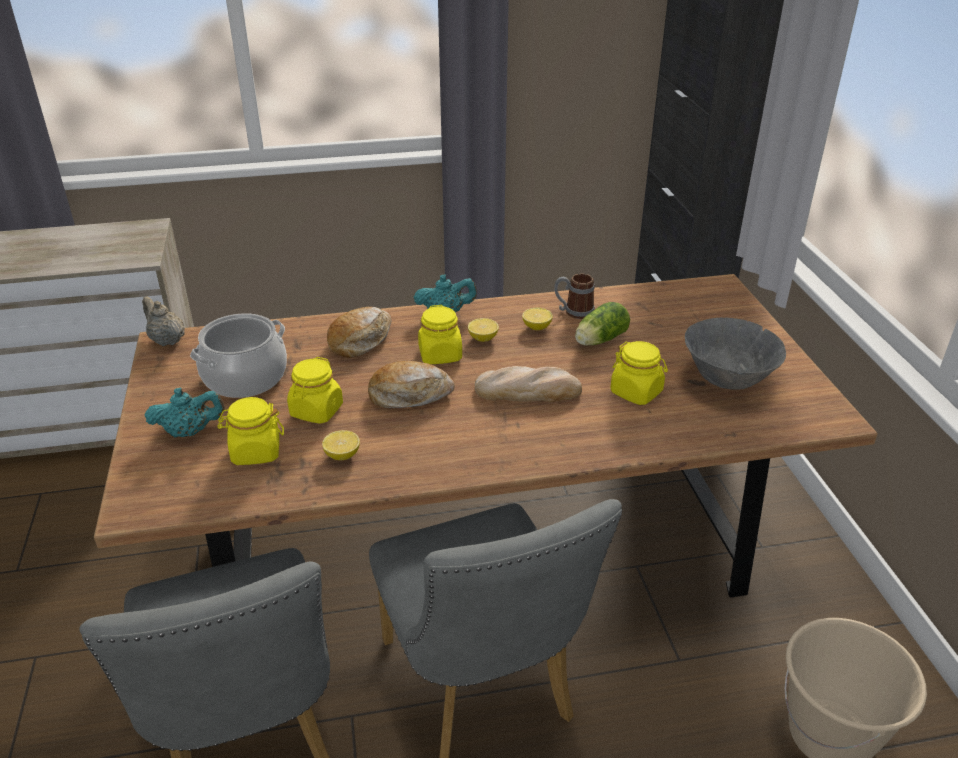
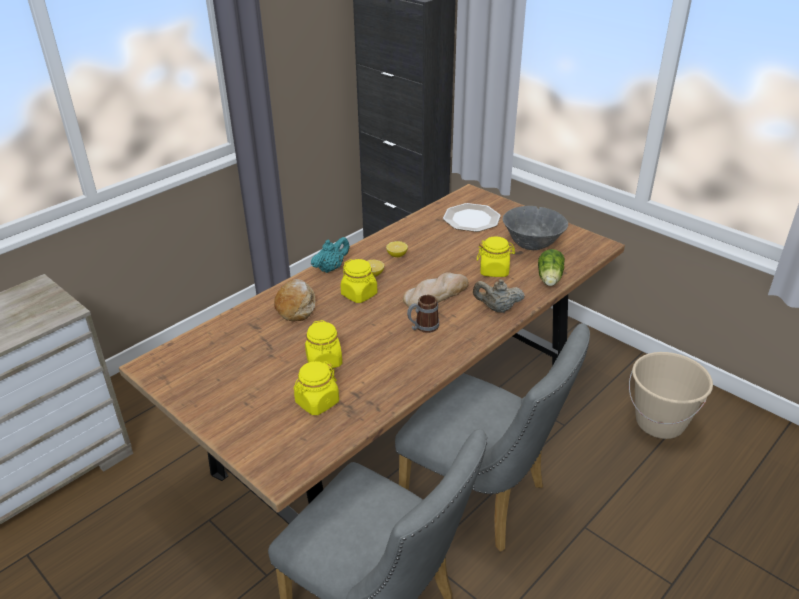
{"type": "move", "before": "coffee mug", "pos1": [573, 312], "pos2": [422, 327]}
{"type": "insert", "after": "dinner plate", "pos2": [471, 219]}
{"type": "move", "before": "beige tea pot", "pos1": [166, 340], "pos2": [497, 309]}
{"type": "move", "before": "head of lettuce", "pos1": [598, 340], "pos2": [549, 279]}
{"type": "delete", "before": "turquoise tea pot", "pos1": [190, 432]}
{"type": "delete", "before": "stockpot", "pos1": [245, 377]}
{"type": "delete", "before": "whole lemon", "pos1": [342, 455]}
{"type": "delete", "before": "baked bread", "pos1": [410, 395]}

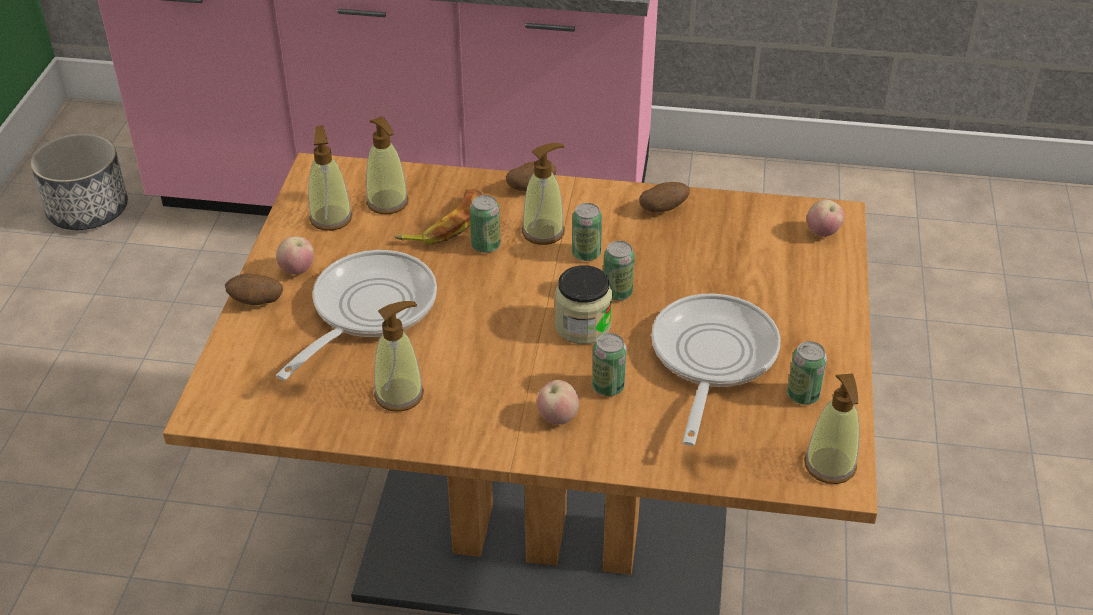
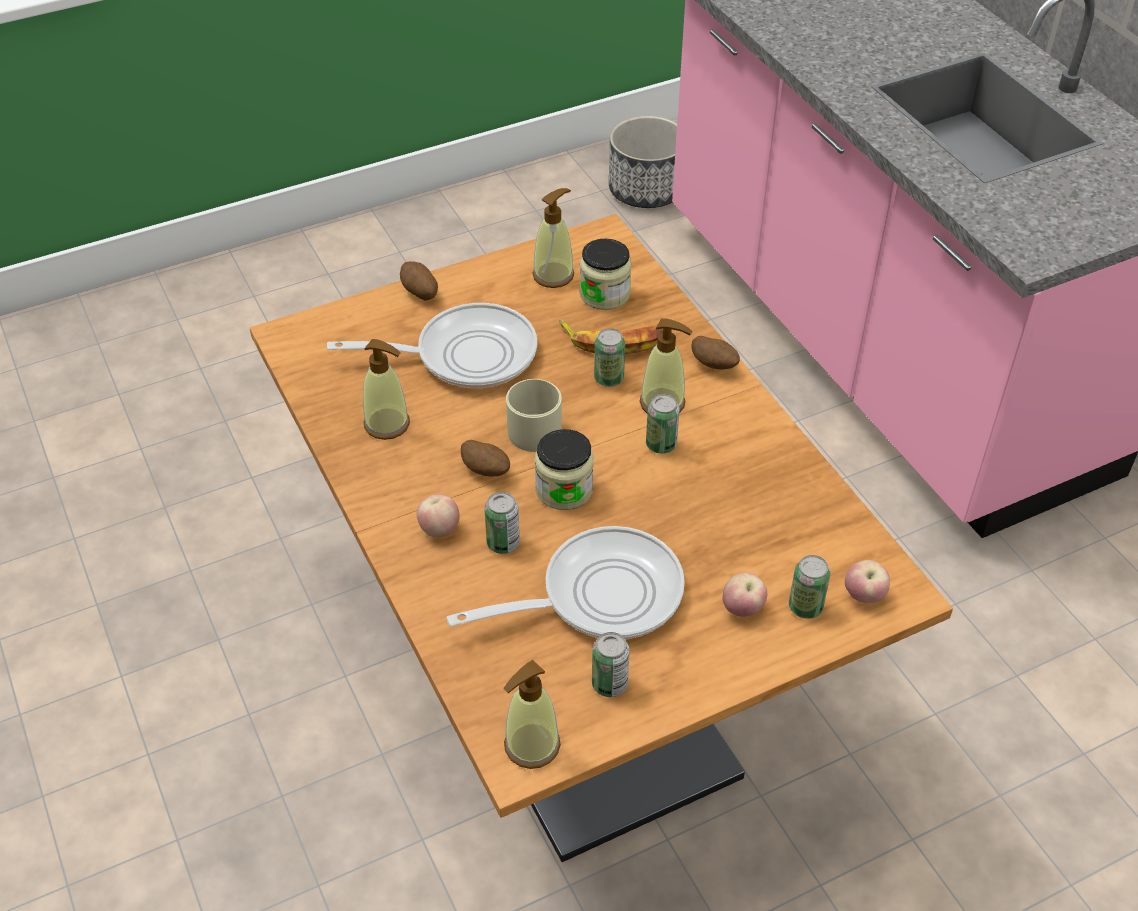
{"type": "move", "before": "potato", "pos1": [663, 209], "pos2": [486, 471]}
{"type": "insert", "after": "beige coffee mug", "pos2": [533, 427]}
{"type": "replace", "before": "liquid soap bottle", "after": "jar", "pos1": [387, 202], "pos2": [604, 294]}
{"type": "move", "before": "apple fruit", "pos1": [297, 270], "pos2": [742, 609]}
{"type": "move", "before": "can", "pos1": [617, 293], "pos2": [805, 607]}

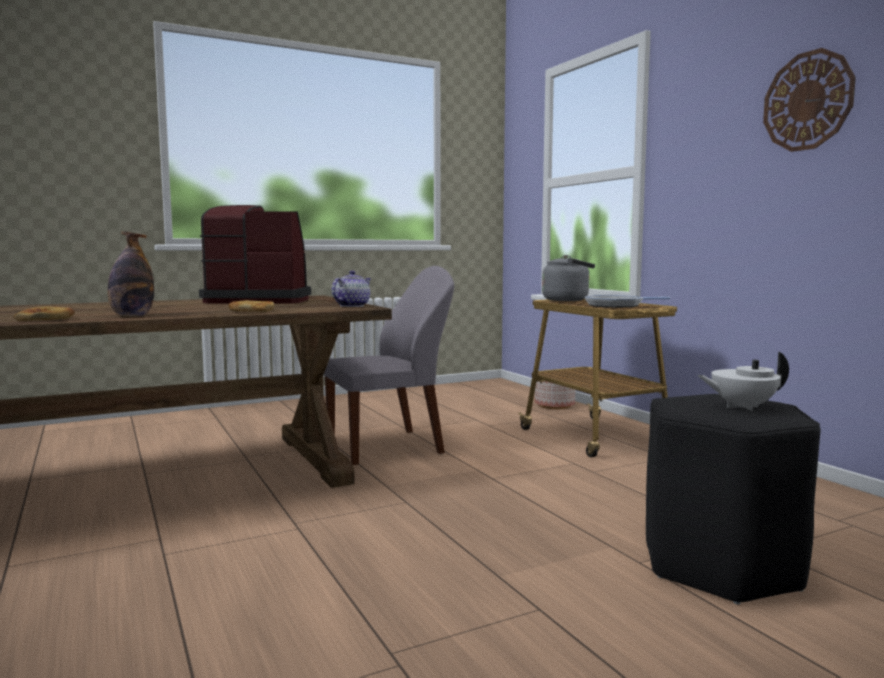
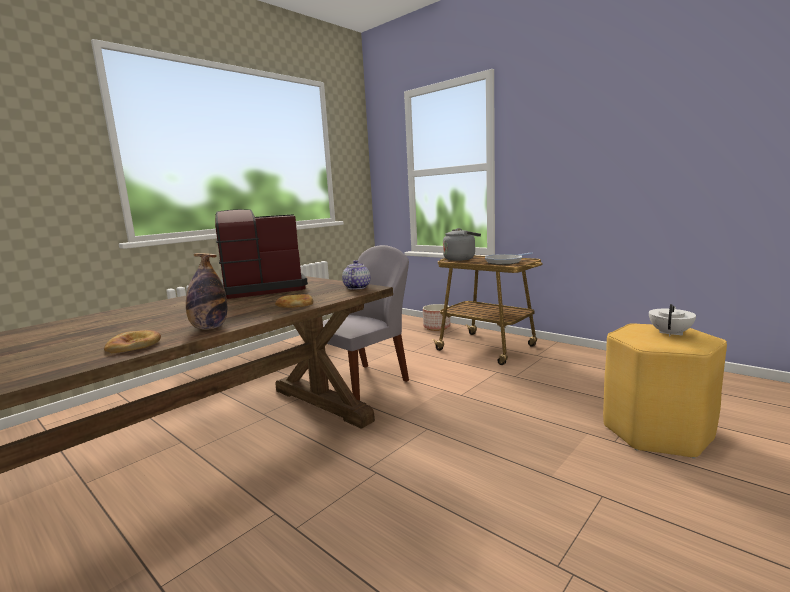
{"type": "recolor", "before": "blackish stool seat", "after": "yellow stool seat", "pos1": [719, 565], "pos2": [655, 432]}
{"type": "rotate", "before": "whitish tea pot", "pos1": [742, 407], "pos2": [670, 333], "turn": 150}
{"type": "delete", "before": "wall clock", "pos1": [807, 101]}

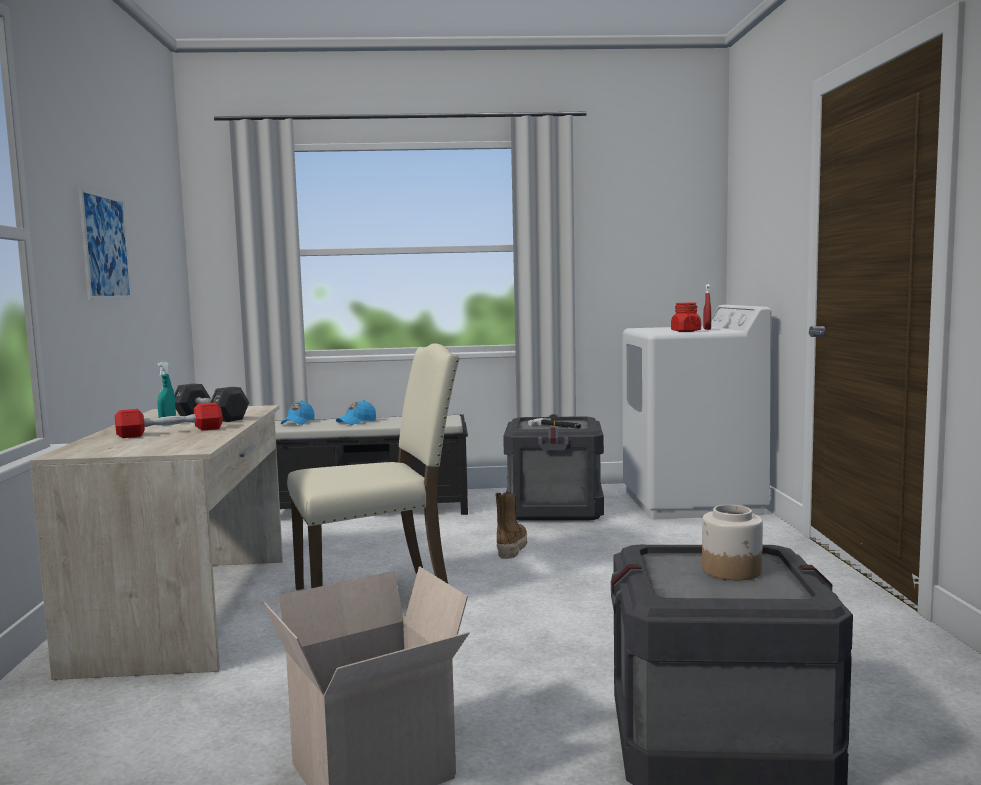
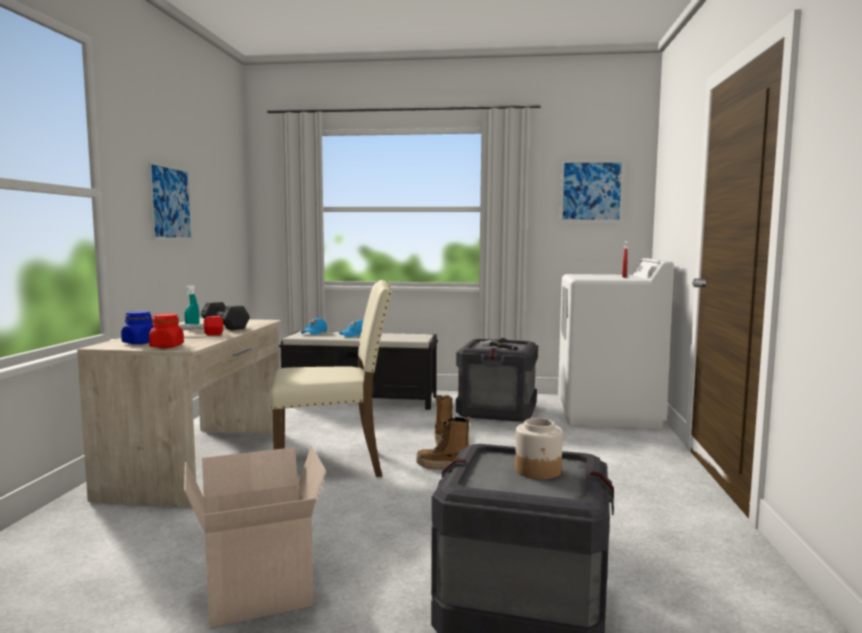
{"type": "insert", "after": "blue jar", "pos2": [140, 343]}
{"type": "move", "before": "red-coloured jar", "pos1": [685, 331], "pos2": [167, 346]}
{"type": "insert", "after": "tall boot", "pos2": [443, 467]}
{"type": "insert", "after": "wall picture", "pos2": [591, 191]}

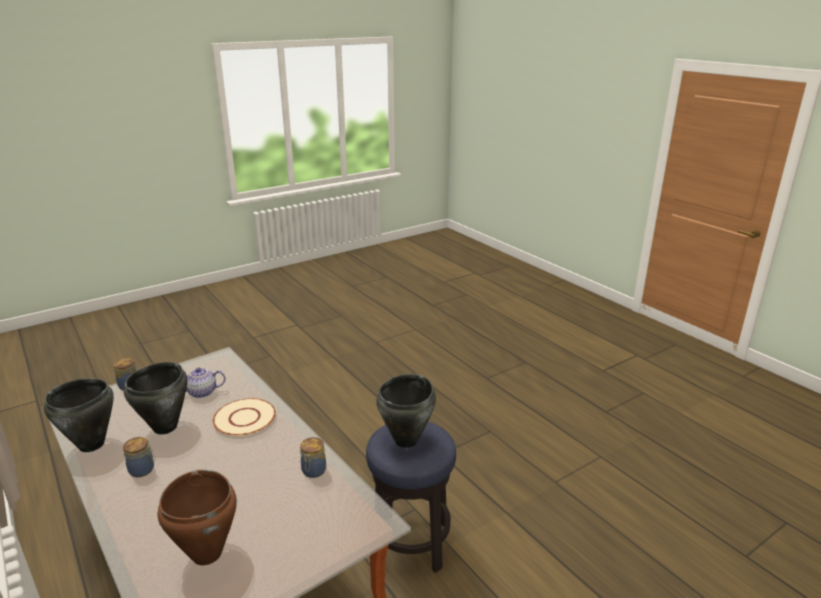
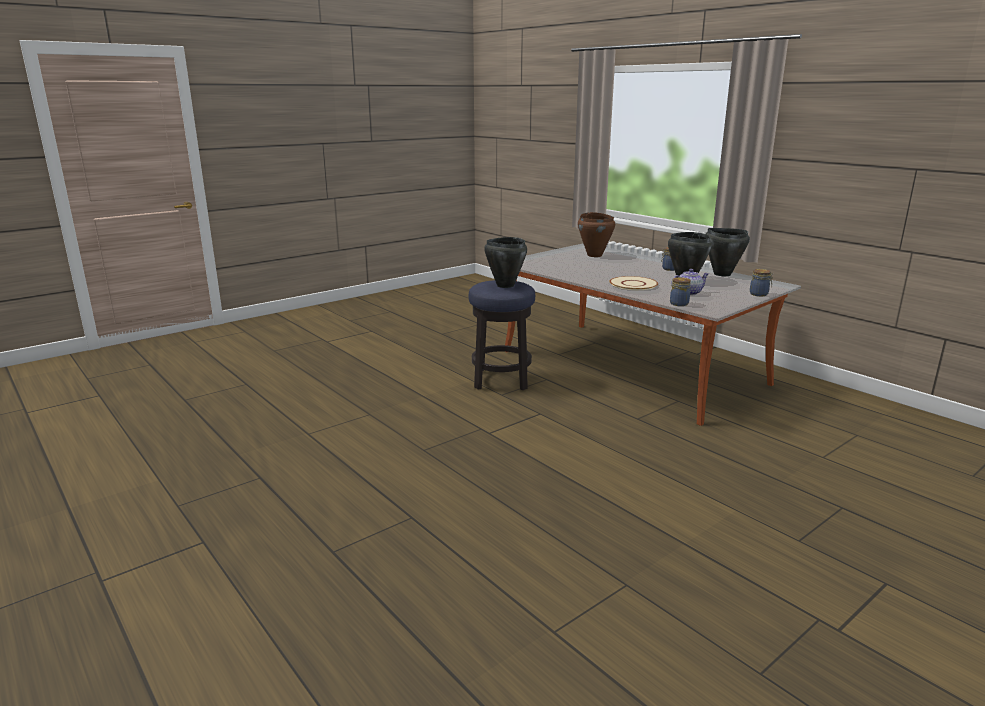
{"type": "move", "before": "jar", "pos1": [313, 471], "pos2": [679, 303]}

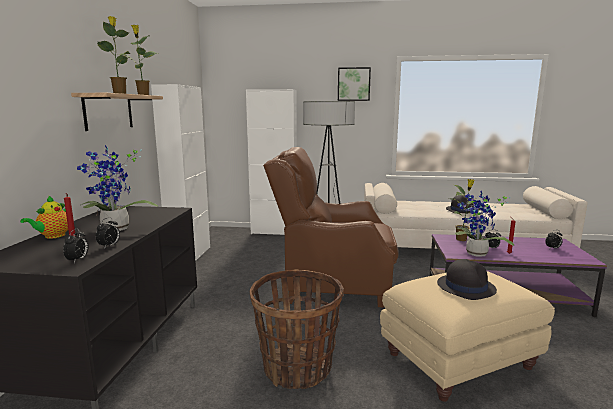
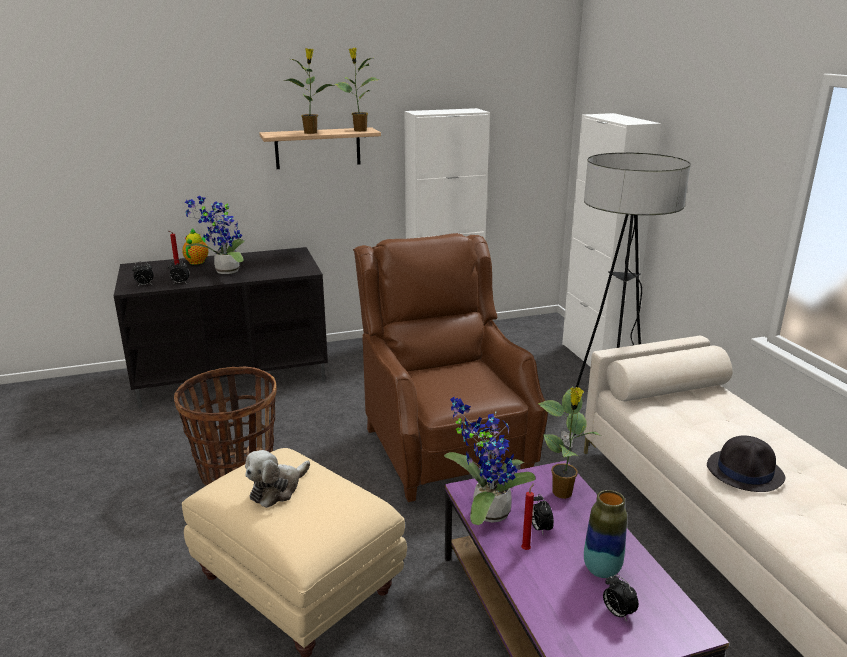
{"type": "rotate", "before": "tea pot", "pos1": [53, 236], "pos2": [198, 261], "turn": 105}
{"type": "replace", "before": "blackish hat", "after": "cuddly toy", "pos1": [465, 287], "pos2": [277, 489]}
{"type": "insert", "after": "flower vase", "pos2": [601, 569]}
{"type": "delete", "before": "wall picture", "pos1": [353, 84]}

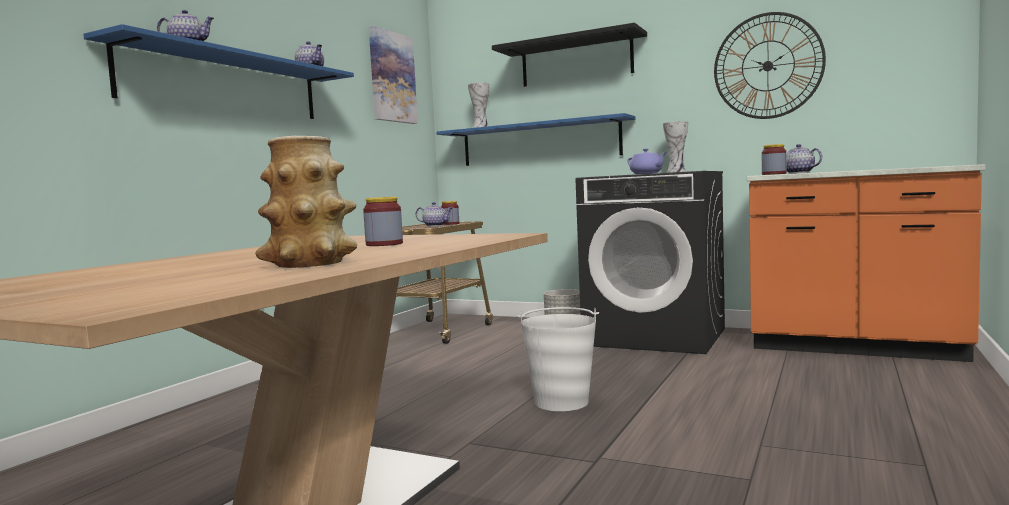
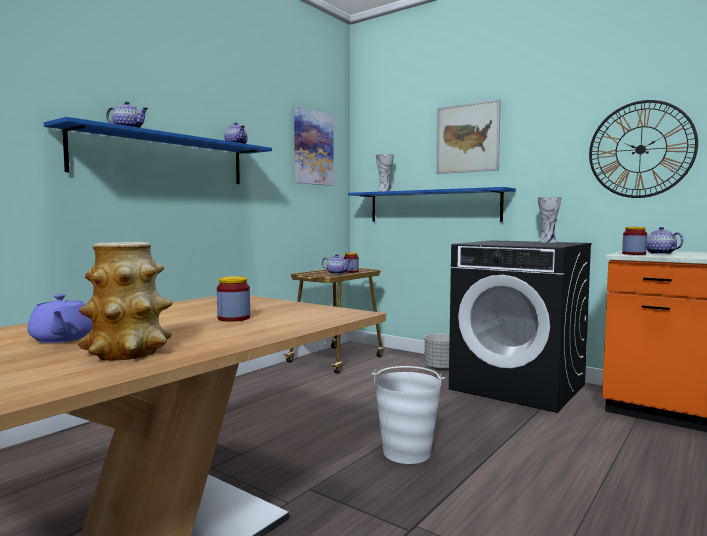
{"type": "move", "before": "purple tea pot", "pos1": [647, 173], "pos2": [61, 339]}
{"type": "replace", "before": "blackish bracket shelf", "after": "wall picture", "pos1": [576, 61], "pos2": [467, 138]}

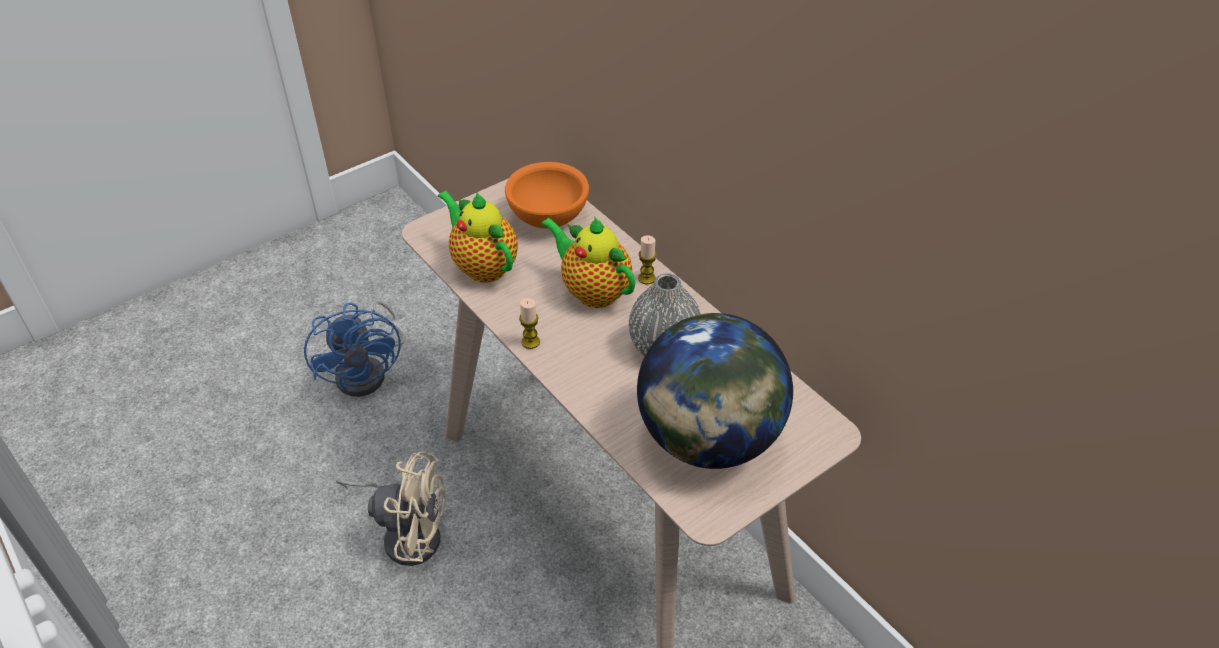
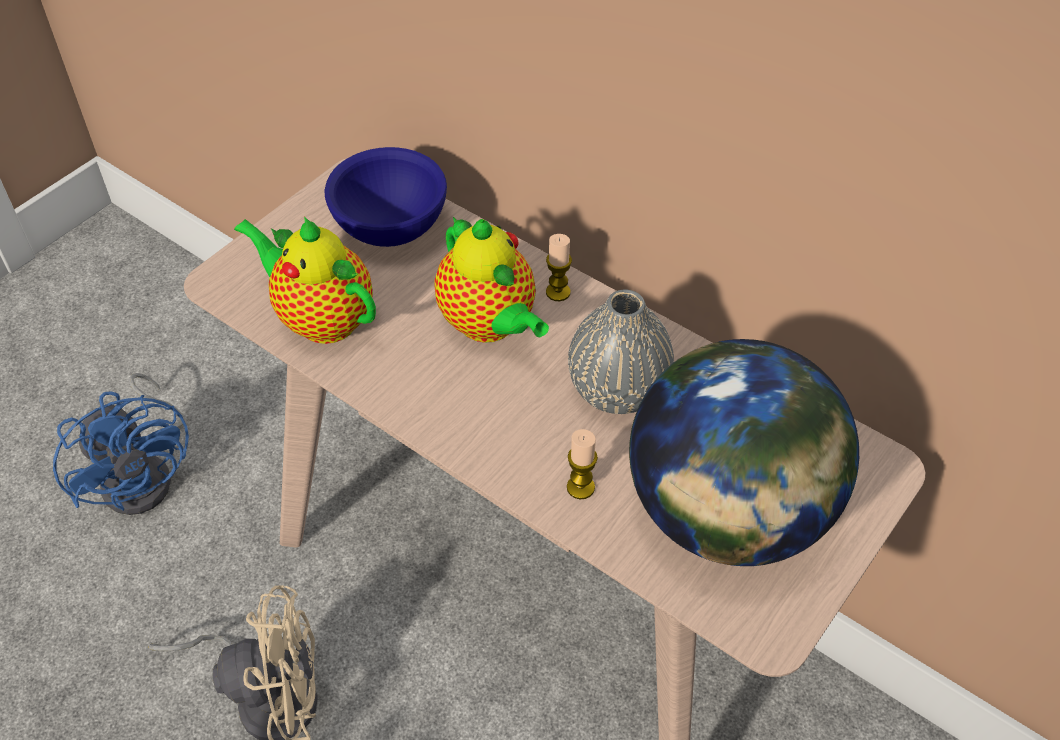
{"type": "recolor", "before": "orange-coloured serving bowl", "after": "blue serving bowl", "pos1": [547, 218], "pos2": [389, 229]}
{"type": "rotate", "before": "tea pot", "pos1": [592, 291], "pos2": [490, 325], "turn": -150}
{"type": "move", "before": "wax light", "pos1": [530, 342], "pos2": [580, 487]}

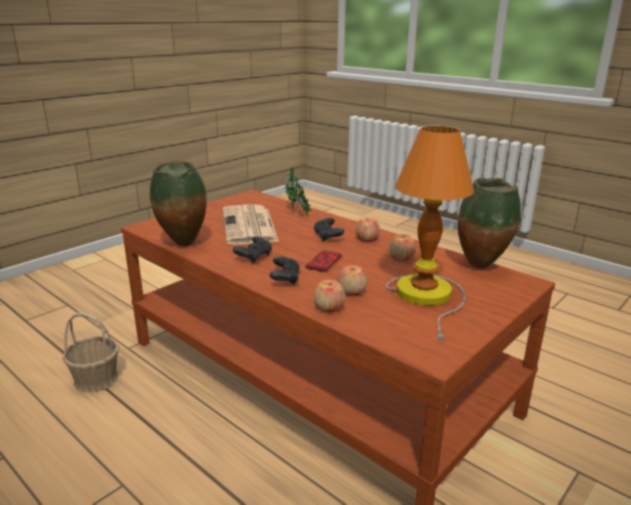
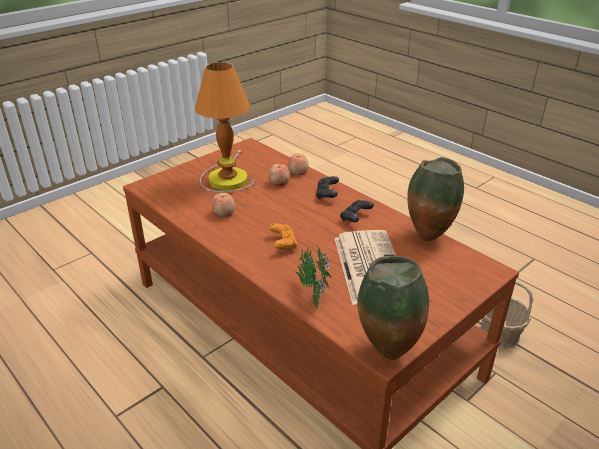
{"type": "recolor", "before": "blackish gamepad", "after": "orange-coloured gamepad", "pos1": [328, 237], "pos2": [283, 243]}
{"type": "move", "before": "flower vase", "pos1": [482, 267], "pos2": [386, 352]}
{"type": "delete", "before": "phone", "pos1": [323, 262]}
{"type": "delete", "before": "apple fruit", "pos1": [367, 239]}

